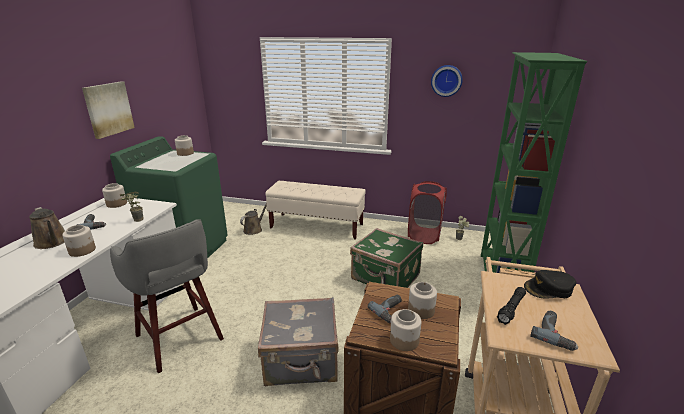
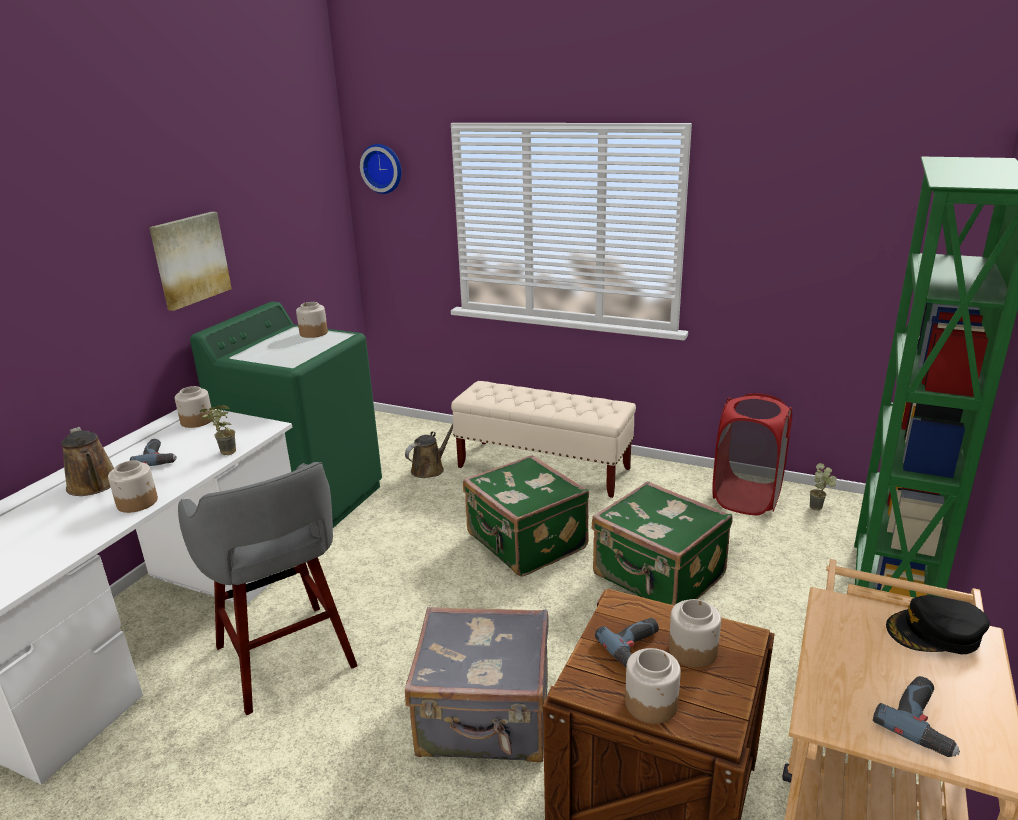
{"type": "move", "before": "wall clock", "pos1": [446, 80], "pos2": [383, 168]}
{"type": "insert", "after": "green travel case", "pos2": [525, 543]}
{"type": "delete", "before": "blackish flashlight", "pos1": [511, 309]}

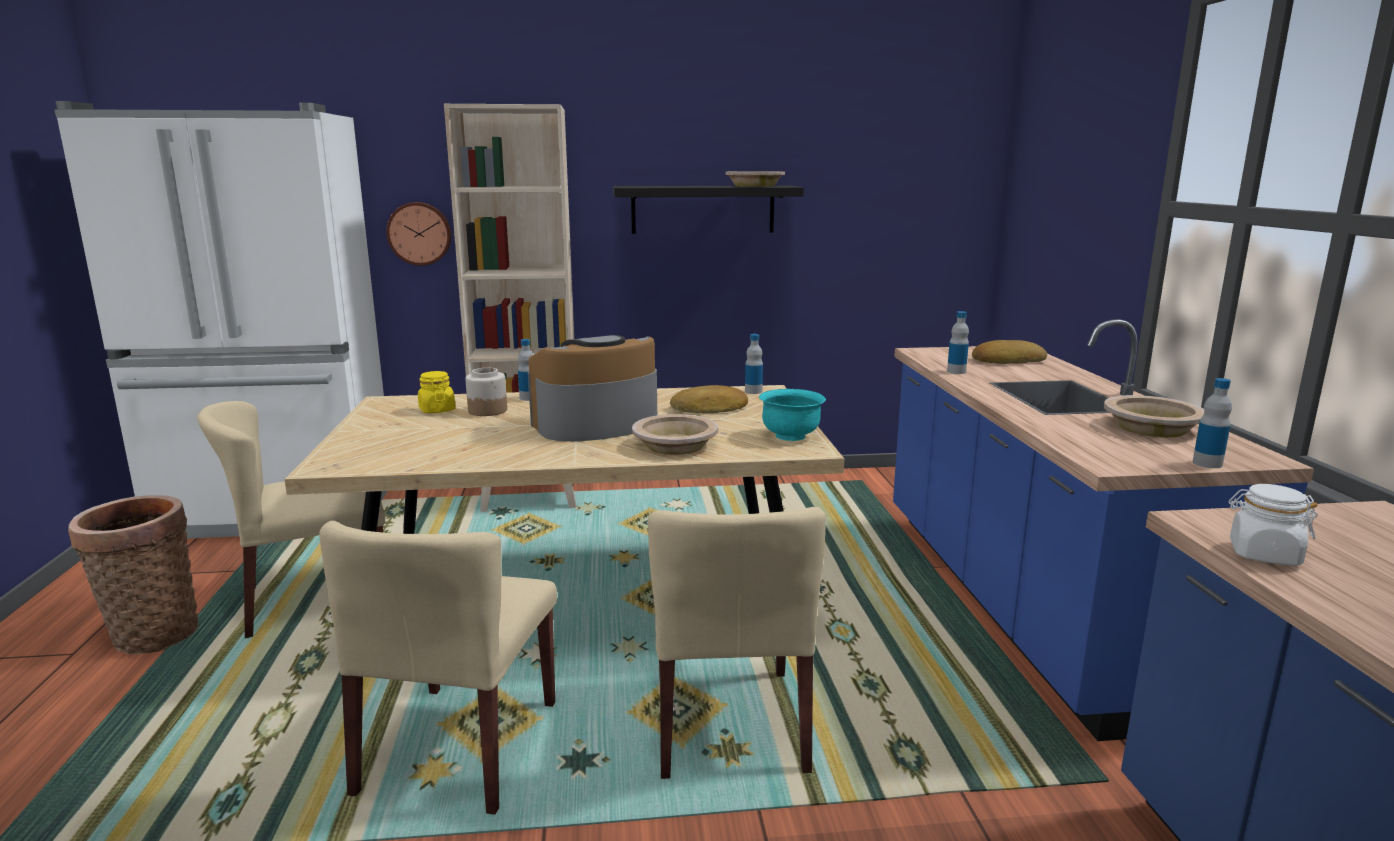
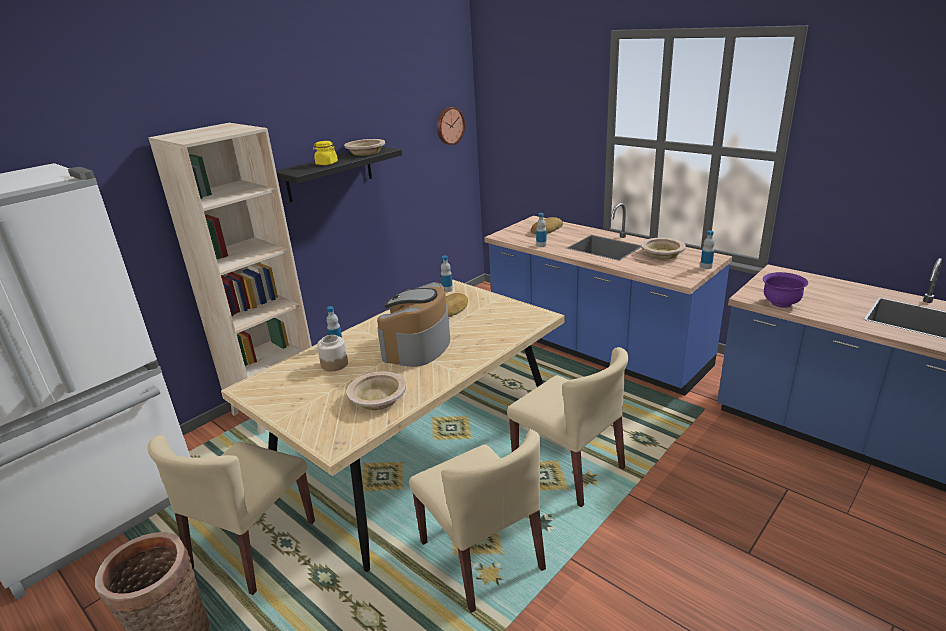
{"type": "move", "before": "yellow jar", "pos1": [437, 410], "pos2": [326, 163]}
{"type": "move", "before": "beige serving bowl", "pos1": [675, 445], "pos2": [378, 398]}
{"type": "move", "before": "wall clock", "pos1": [420, 233], "pos2": [449, 125]}
{"type": "replace", "before": "whitish jar", "after": "purple serving bowl", "pos1": [1263, 554], "pos2": [780, 303]}
{"type": "delete", "before": "turquoise serving bowl", "pos1": [791, 436]}

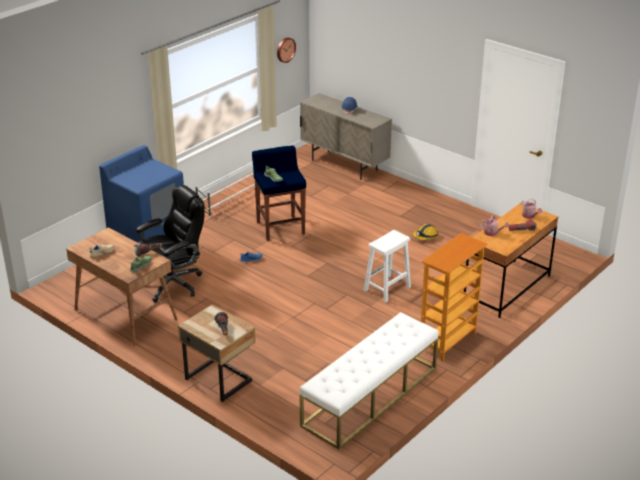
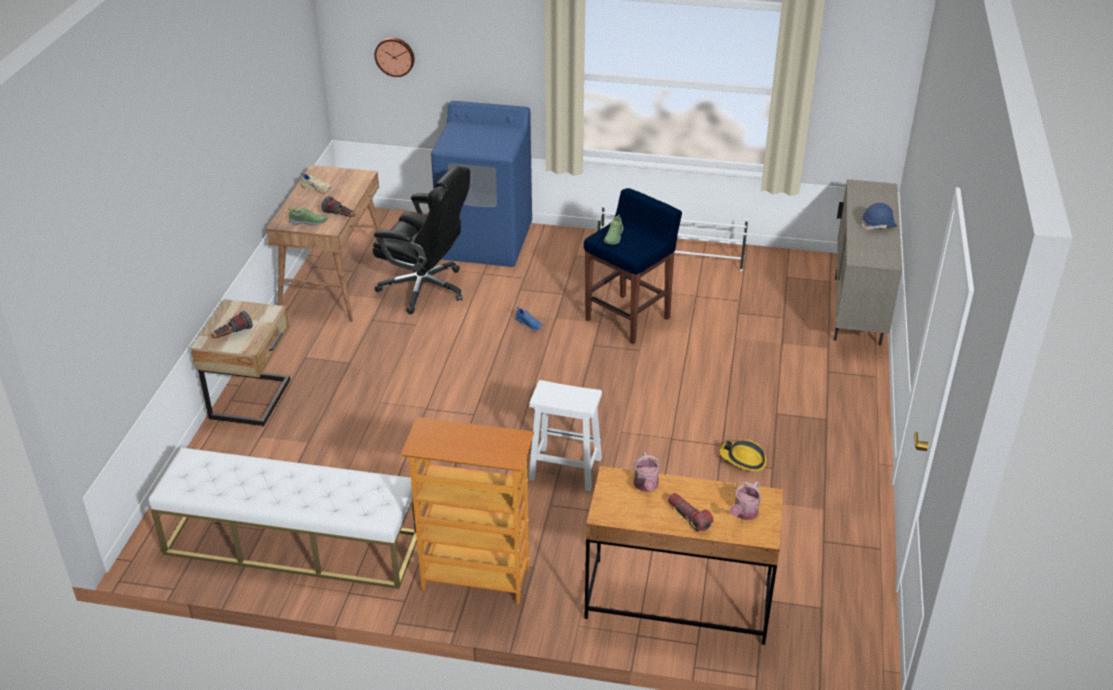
{"type": "move", "before": "wall clock", "pos1": [285, 49], "pos2": [395, 56]}

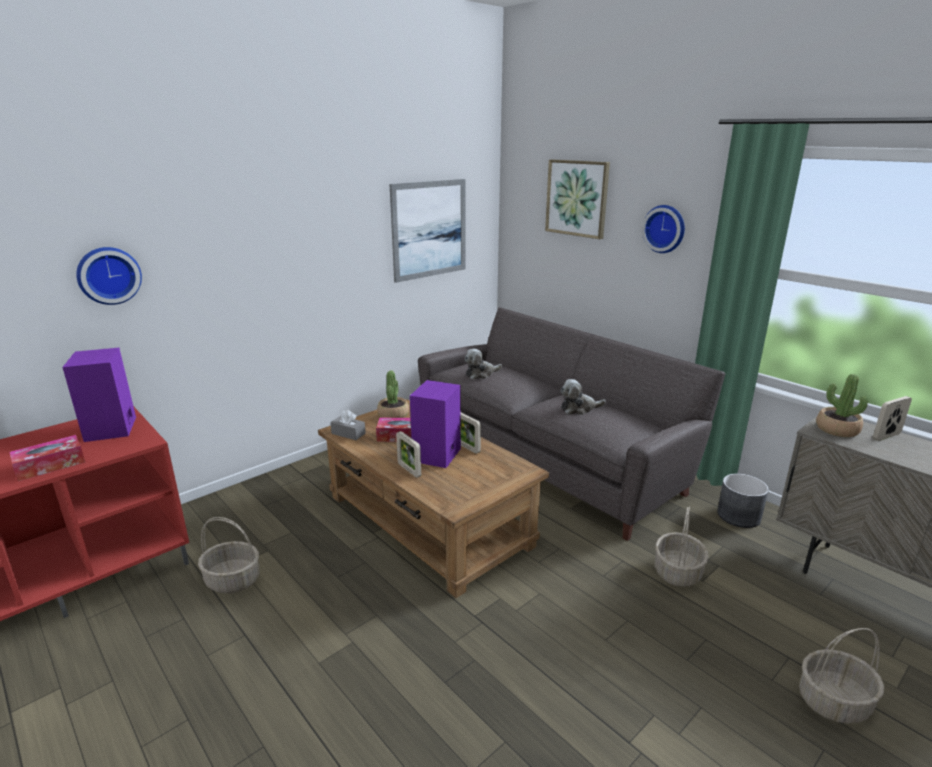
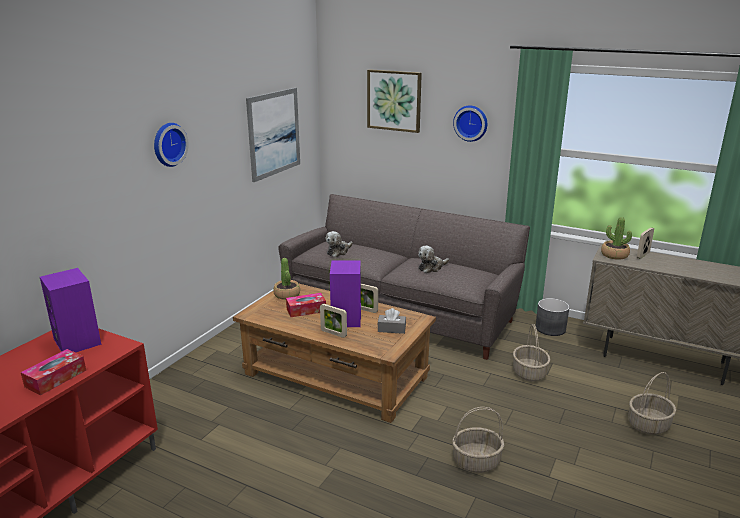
{"type": "move", "before": "wall clock", "pos1": [108, 275], "pos2": [168, 144]}
{"type": "move", "before": "gray box of tissues", "pos1": [348, 433], "pos2": [391, 329]}
{"type": "move", "before": "storage basket", "pos1": [233, 580], "pos2": [477, 461]}

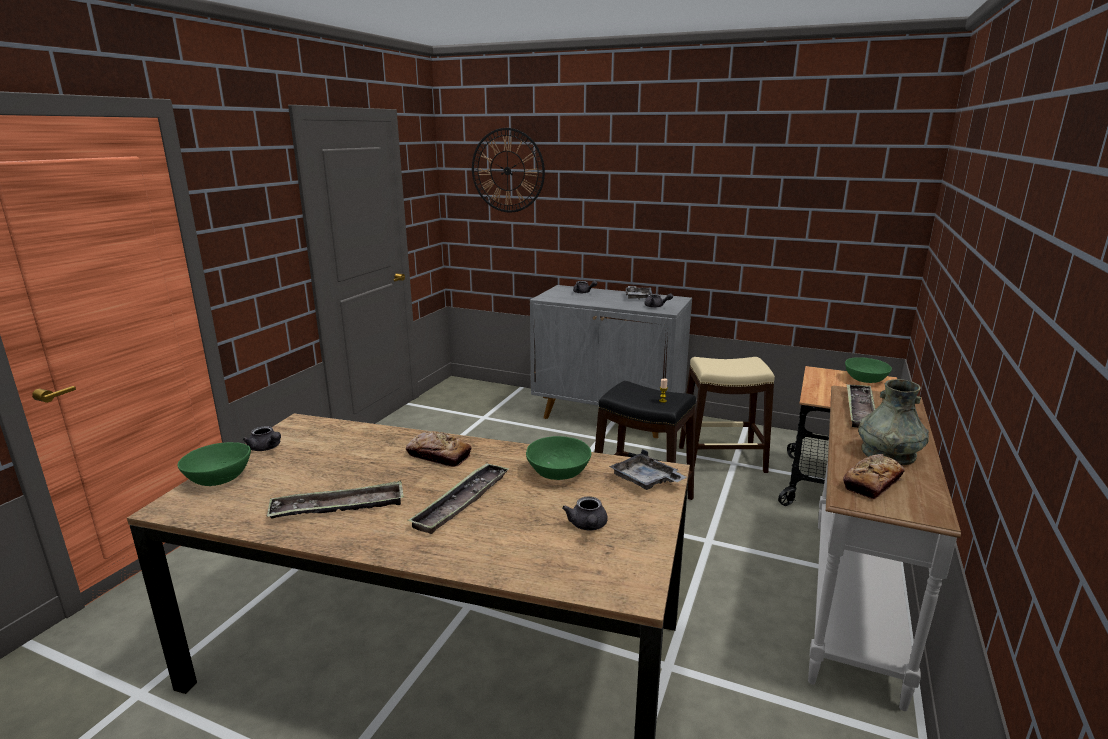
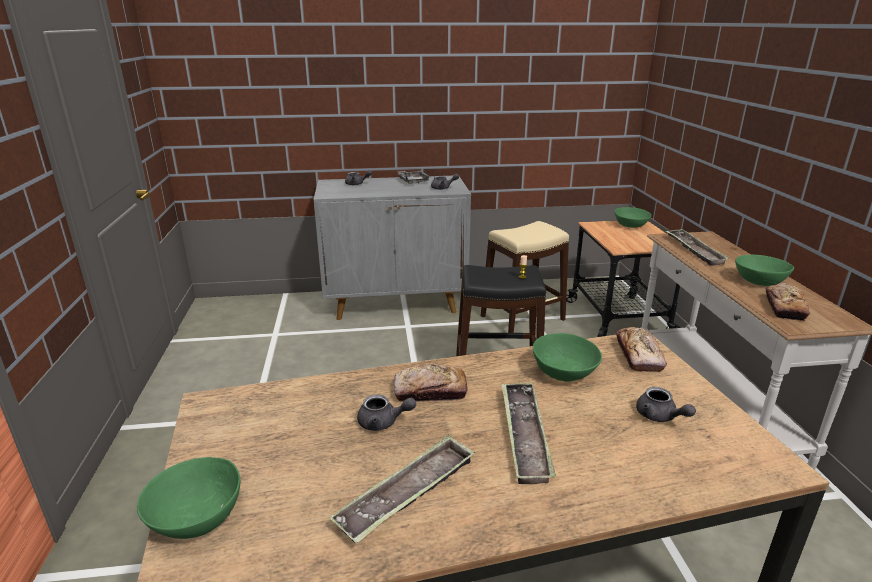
{"type": "move", "before": "gray tea pot", "pos1": [266, 448], "pos2": [383, 422]}
{"type": "replace", "before": "gray carrying tray", "after": "baked bread", "pos1": [645, 480], "pos2": [638, 356]}
{"type": "replace", "before": "gray flower vase", "after": "green serving bowl", "pos1": [888, 453], "pos2": [759, 281]}
{"type": "delete", "before": "wall clock", "pos1": [507, 171]}

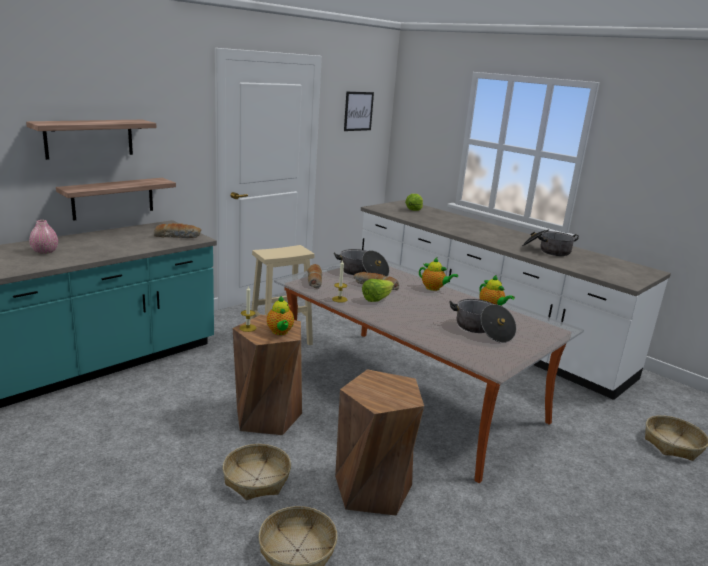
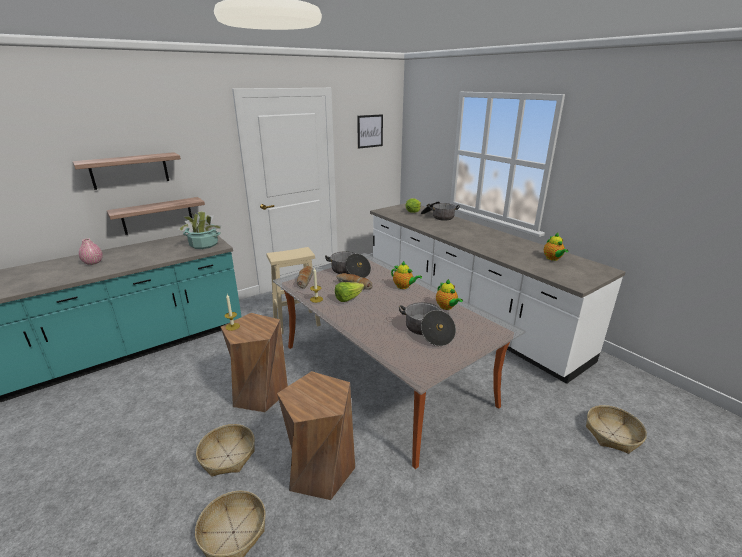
{"type": "replace", "before": "baked bread", "after": "potted plant", "pos1": [177, 236], "pos2": [204, 244]}
{"type": "move", "before": "stockpot", "pos1": [547, 250], "pos2": [438, 217]}
{"type": "move", "before": "tea pot", "pos1": [280, 332], "pos2": [553, 259]}

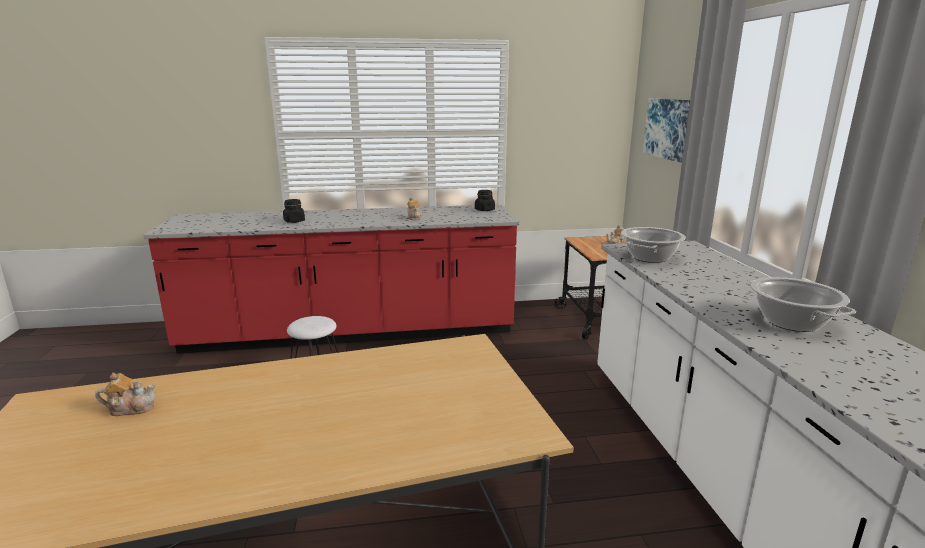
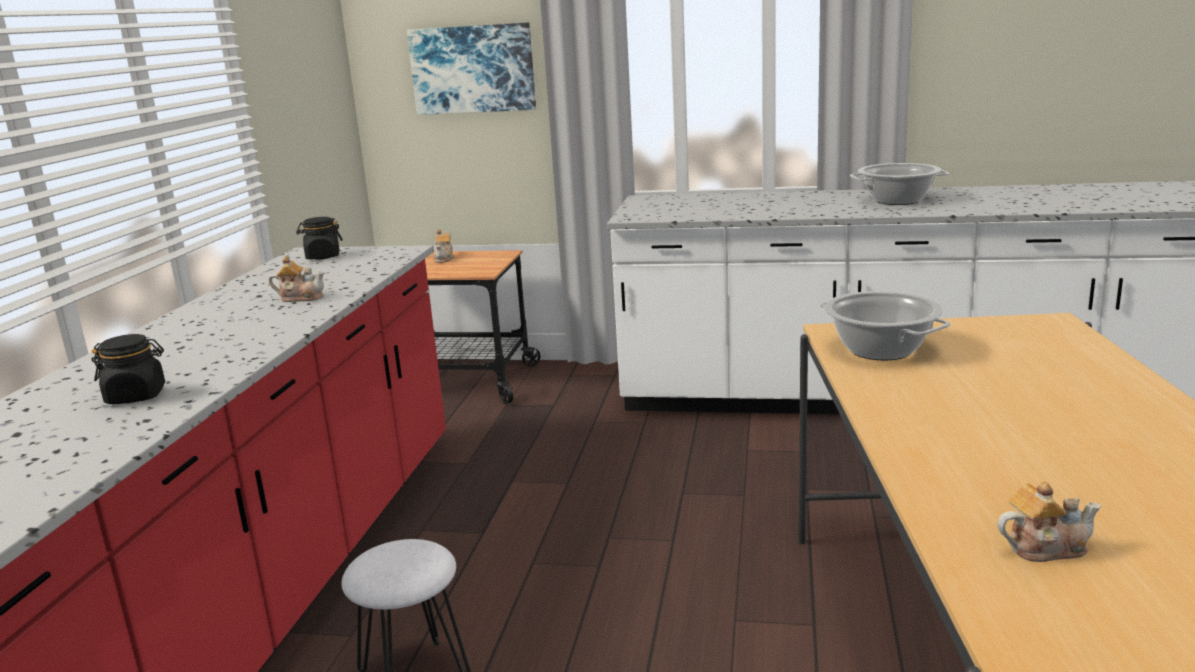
{"type": "move", "before": "stockpot", "pos1": [649, 257], "pos2": [880, 350]}
{"type": "rotate", "before": "tea pot", "pos1": [131, 408], "pos2": [1044, 548], "turn": 75}

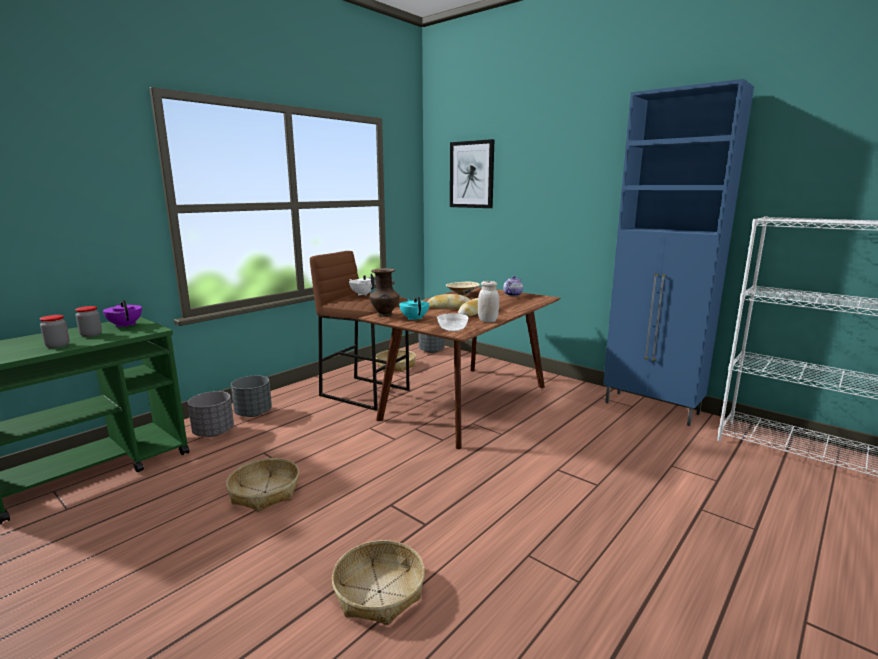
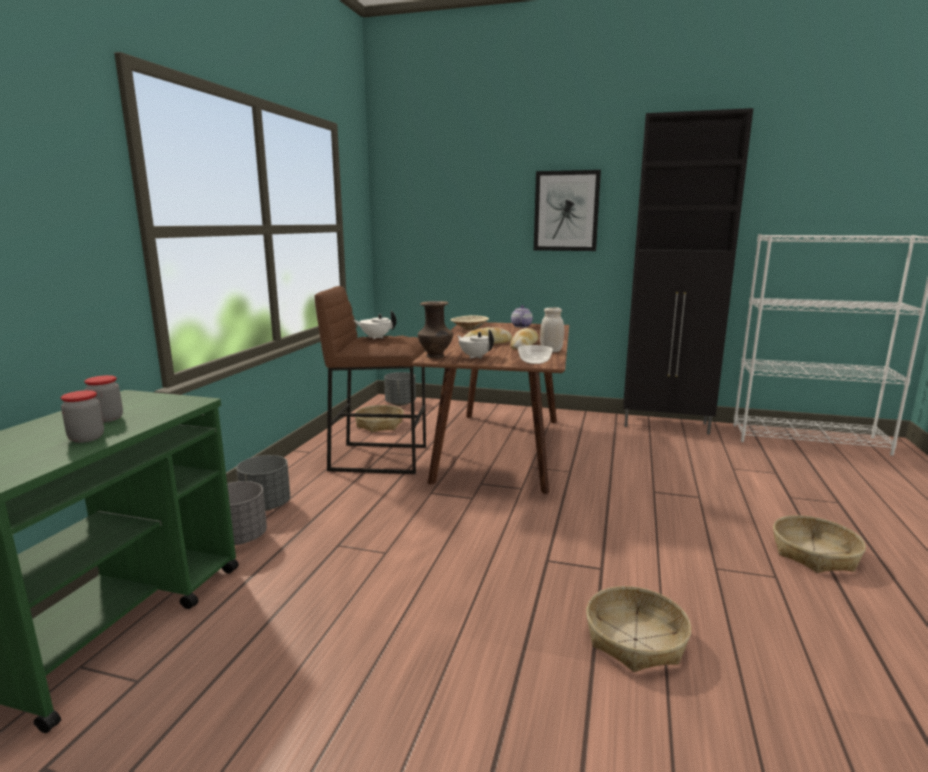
{"type": "recolor", "before": "turquoise tea pot", "after": "whitish tea pot", "pos1": [414, 319], "pos2": [475, 357]}
{"type": "move", "before": "wall picture", "pos1": [472, 174], "pos2": [566, 211]}
{"type": "recolor", "before": "blue storage cabinet", "after": "blackish storage cabinet", "pos1": [652, 409], "pos2": [667, 425]}
{"type": "move", "before": "storage basket", "pos1": [265, 492], "pos2": [814, 554]}
{"type": "delete", "before": "purple tea pot", "pos1": [125, 325]}

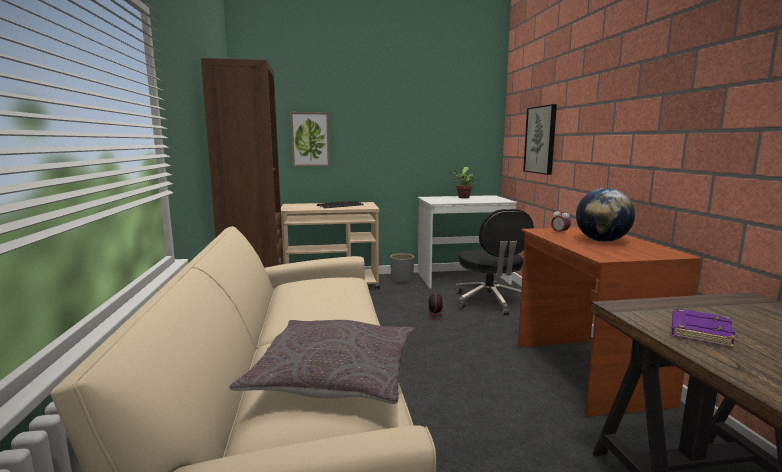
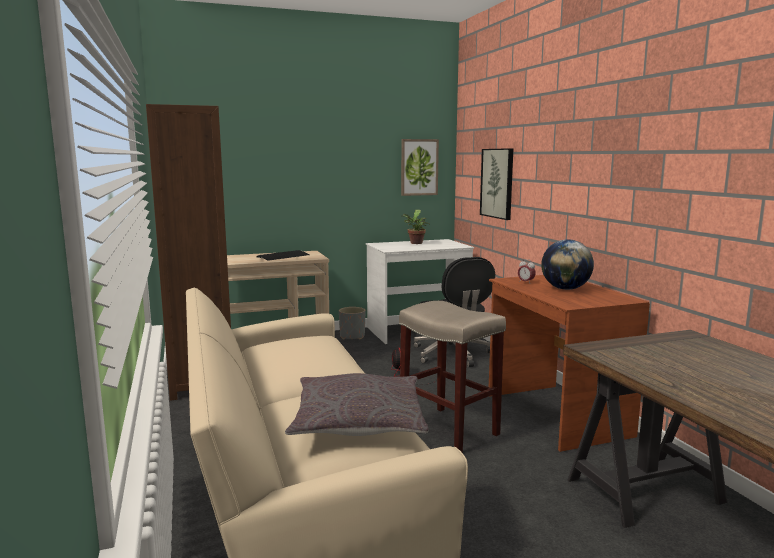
{"type": "insert", "after": "beige stool seat", "pos2": [447, 429]}
{"type": "move", "before": "wall picture", "pos1": [310, 139], "pos2": [419, 167]}
{"type": "delete", "before": "purple volume", "pos1": [698, 332]}

